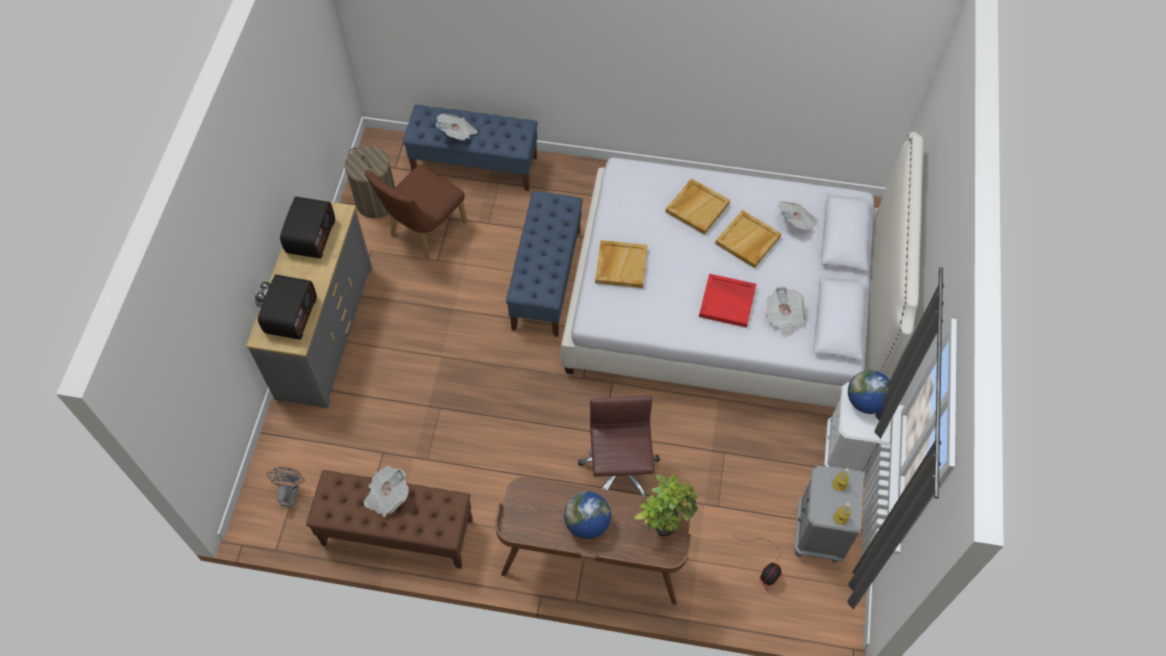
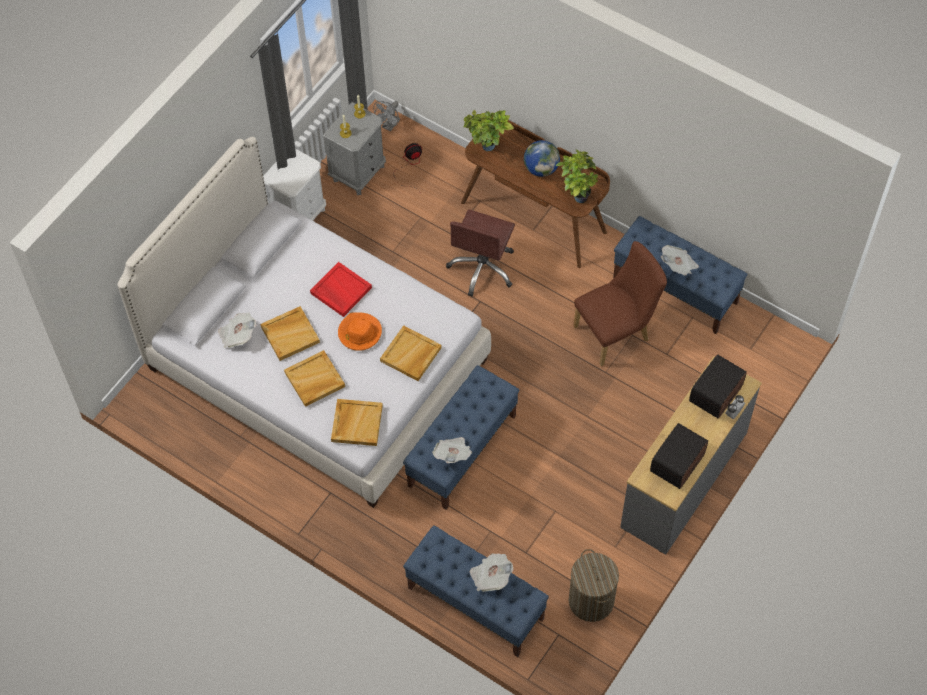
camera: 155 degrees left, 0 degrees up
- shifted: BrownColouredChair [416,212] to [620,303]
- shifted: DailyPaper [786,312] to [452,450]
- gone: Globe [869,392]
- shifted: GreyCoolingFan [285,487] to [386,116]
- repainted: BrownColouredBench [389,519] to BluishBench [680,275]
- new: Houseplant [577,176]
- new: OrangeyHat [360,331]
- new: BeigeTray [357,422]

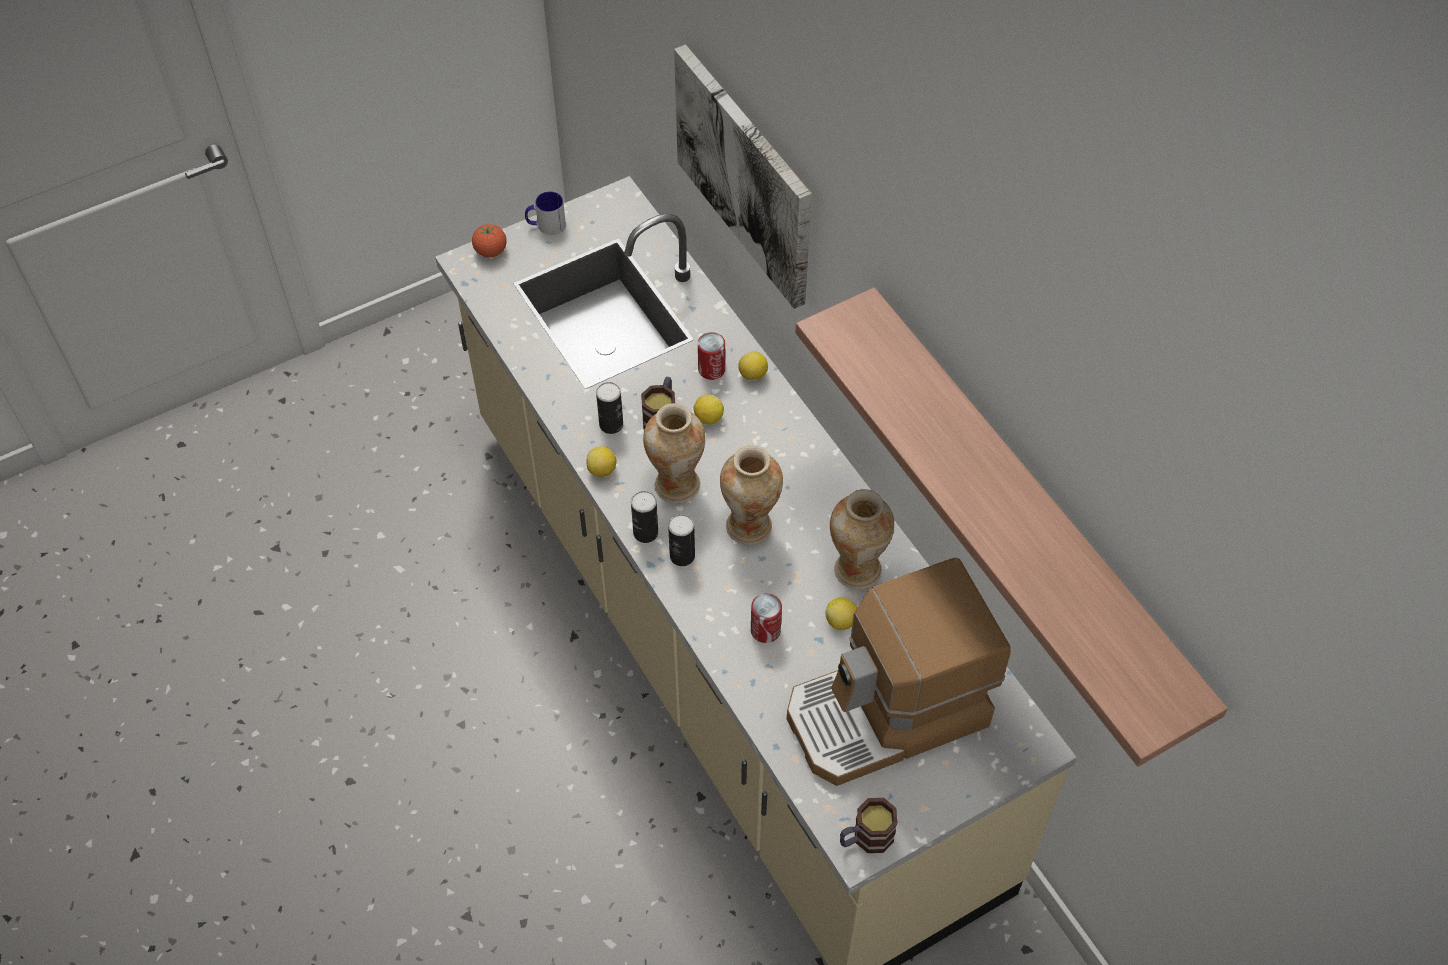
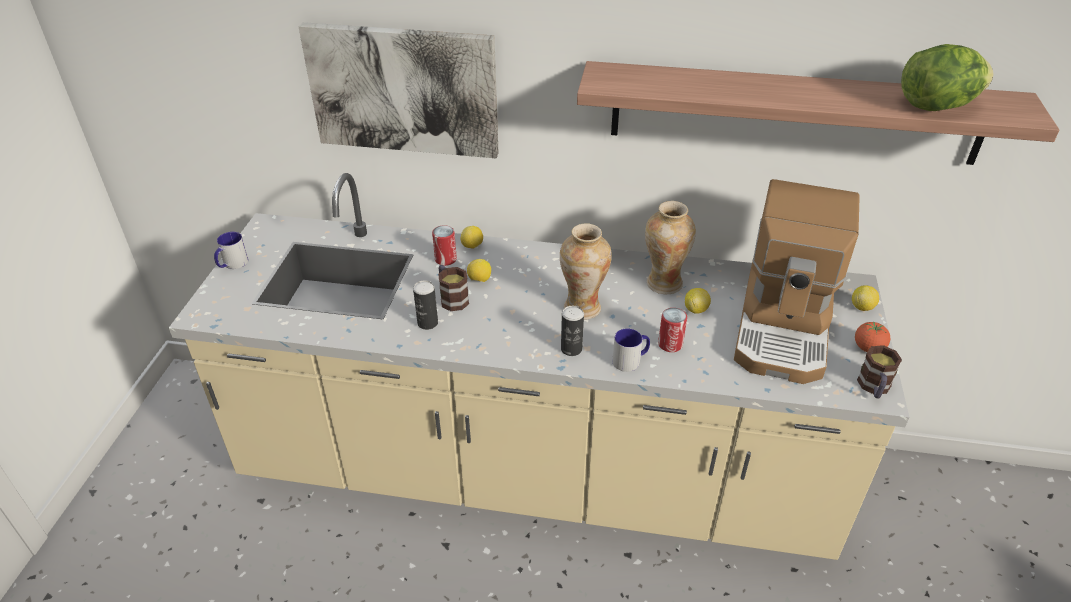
camera: 50 degrees left, 15 degrees down
- shifted: FreshTomato [489,240] to [872,336]
- gone: FlowerVase [674,453]
- shifted: Lemon [601,461] to [865,298]
- gone: Can [644,517]
- new: HeadOfLettuce [947,77]
- new: Mug [631,350]

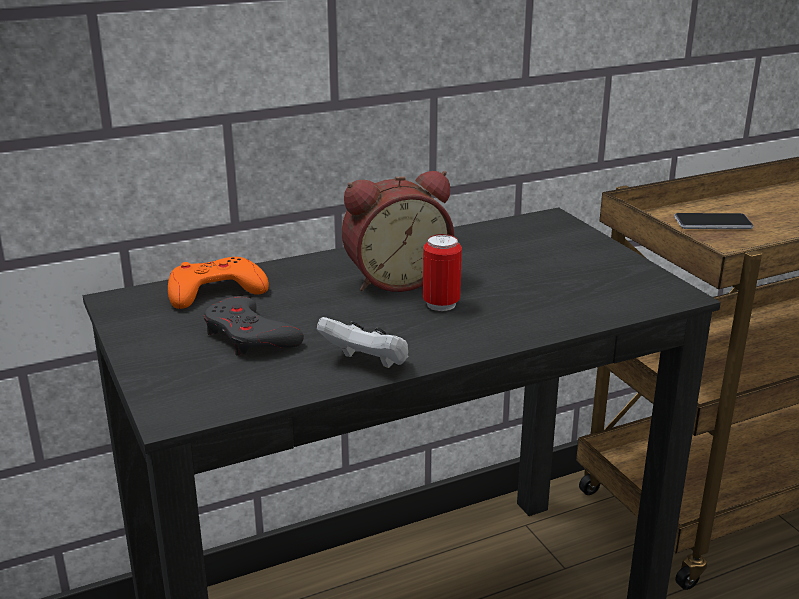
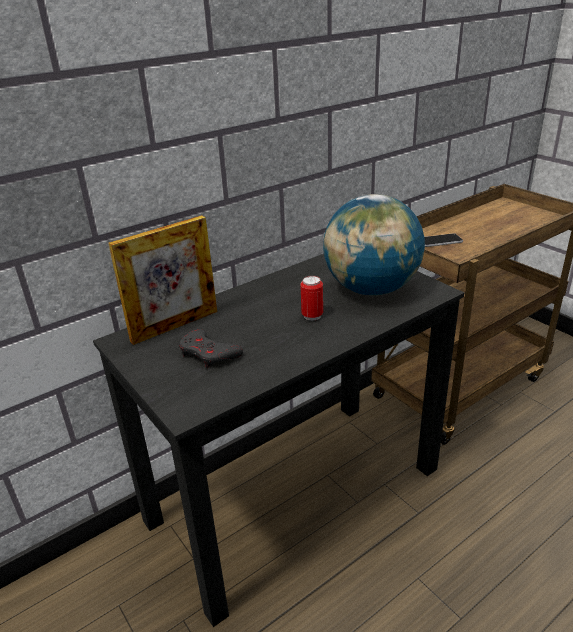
camera: 10 degrees left, 5 degrees up
- gone: BedsideClock [398,231]
- swapped: OrangeyGameController [218,283] to PictureFrame [162,280]
- gone: WhiteGameController [363,342]
- new: Globe [374,244]

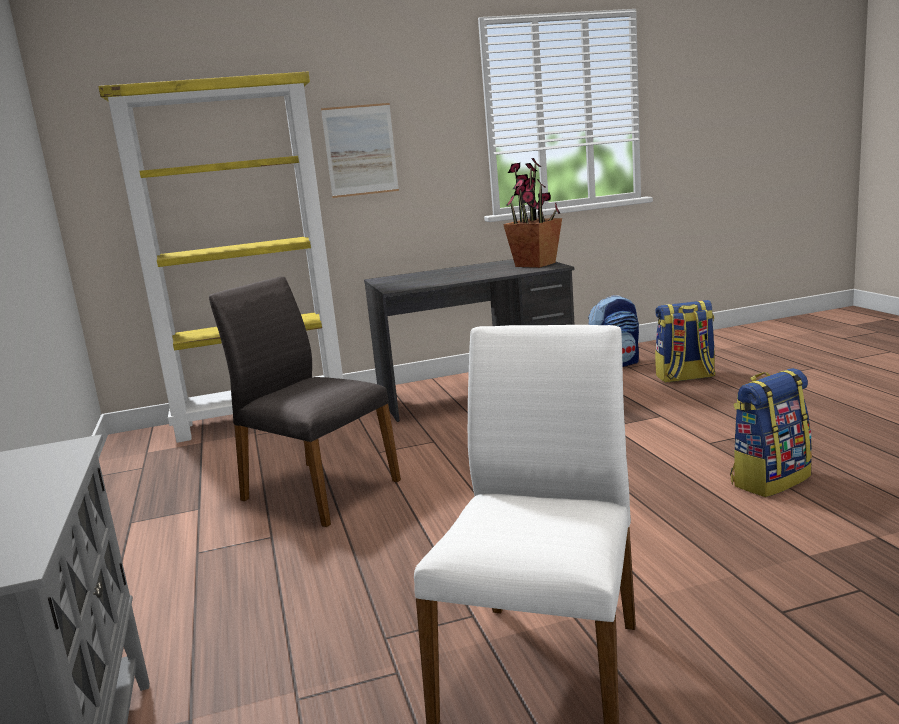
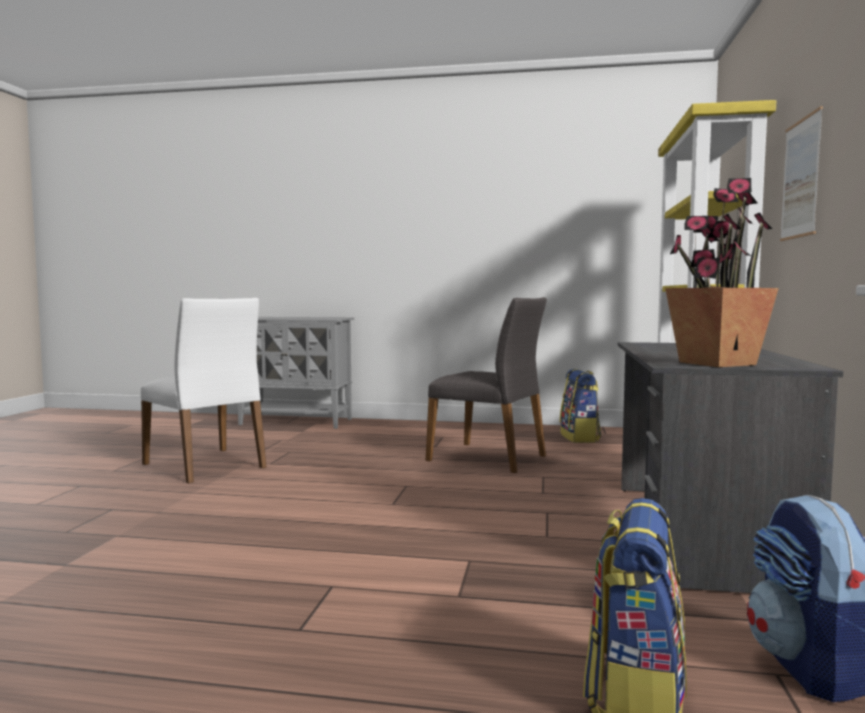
camera: 115 degrees right, 10 degrees down
- rotated: GreyChair [305,402] = [486,385] 60 degrees clockwise
- shifted: Backpack [771,432] to [580,406]

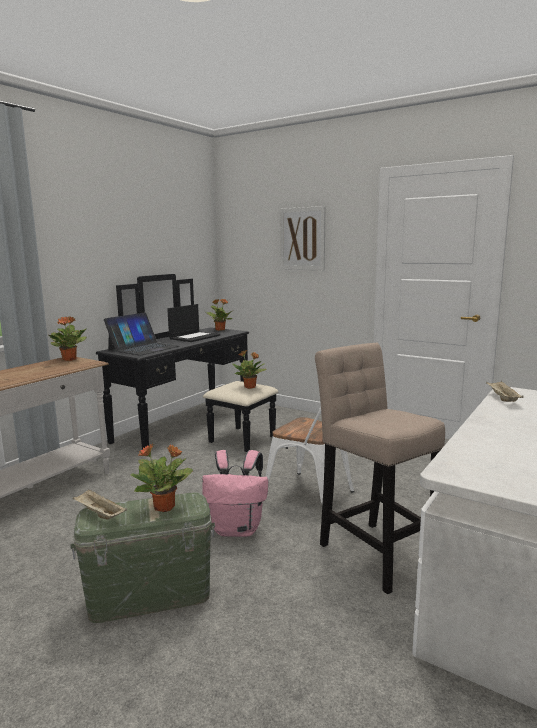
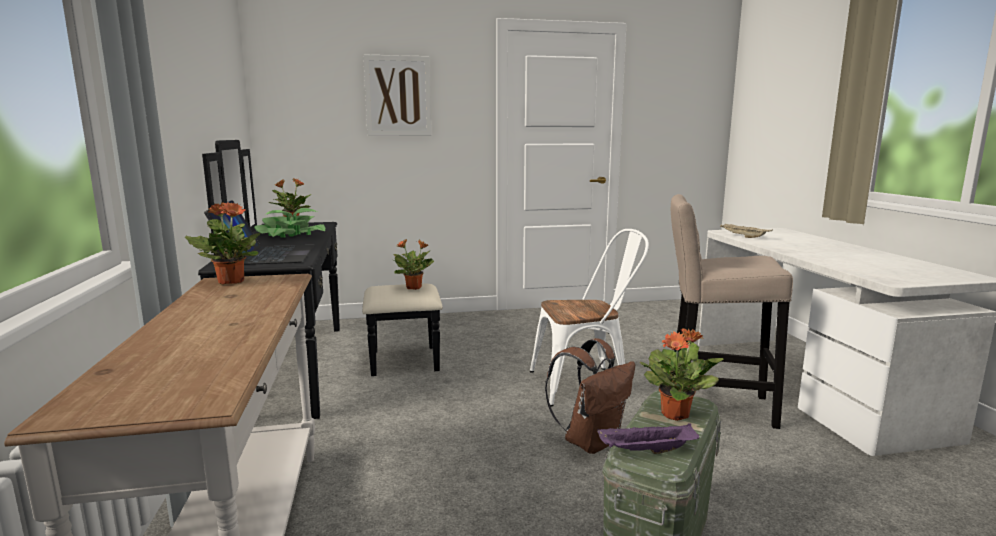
camera: 45 degrees left, 0 degrees up
- swapped: NotebookComputer [193,323] to Houseplant [289,223]
- repainted: PinkBackpack [235,493] to BrownColouredBackpack [590,396]
- repainted: BeigeTray [100,504] to PurplishTray [648,438]

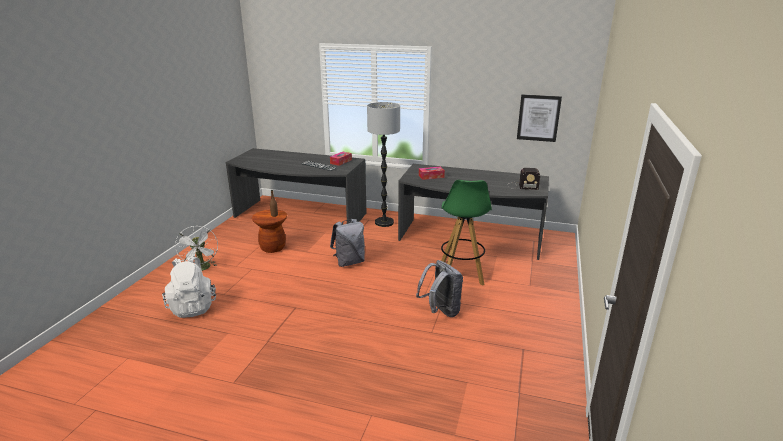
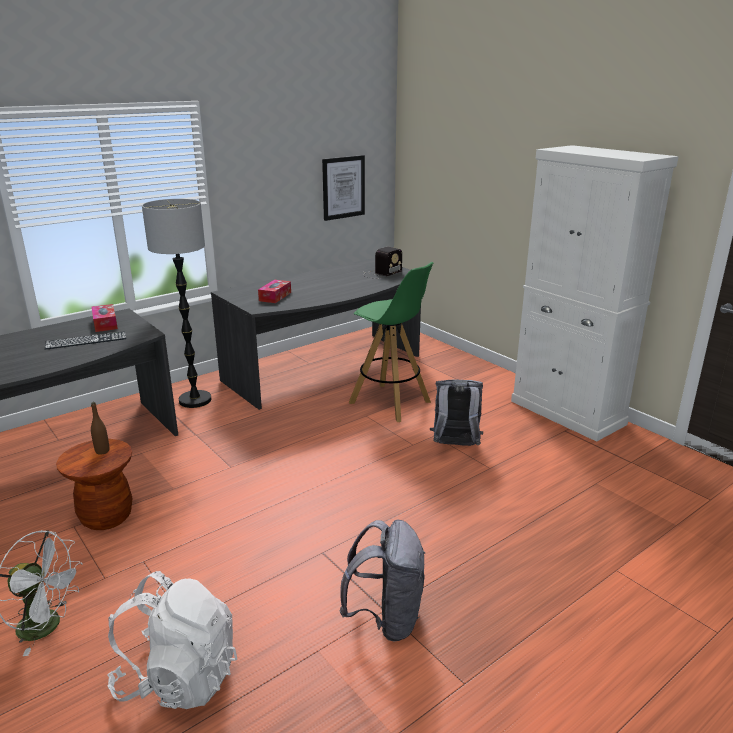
camera: 55 degrees left, 0 degrees up
- shifted: GreyBackpack [347,243] to [382,580]
- new: WhiteCabinet [595,293]

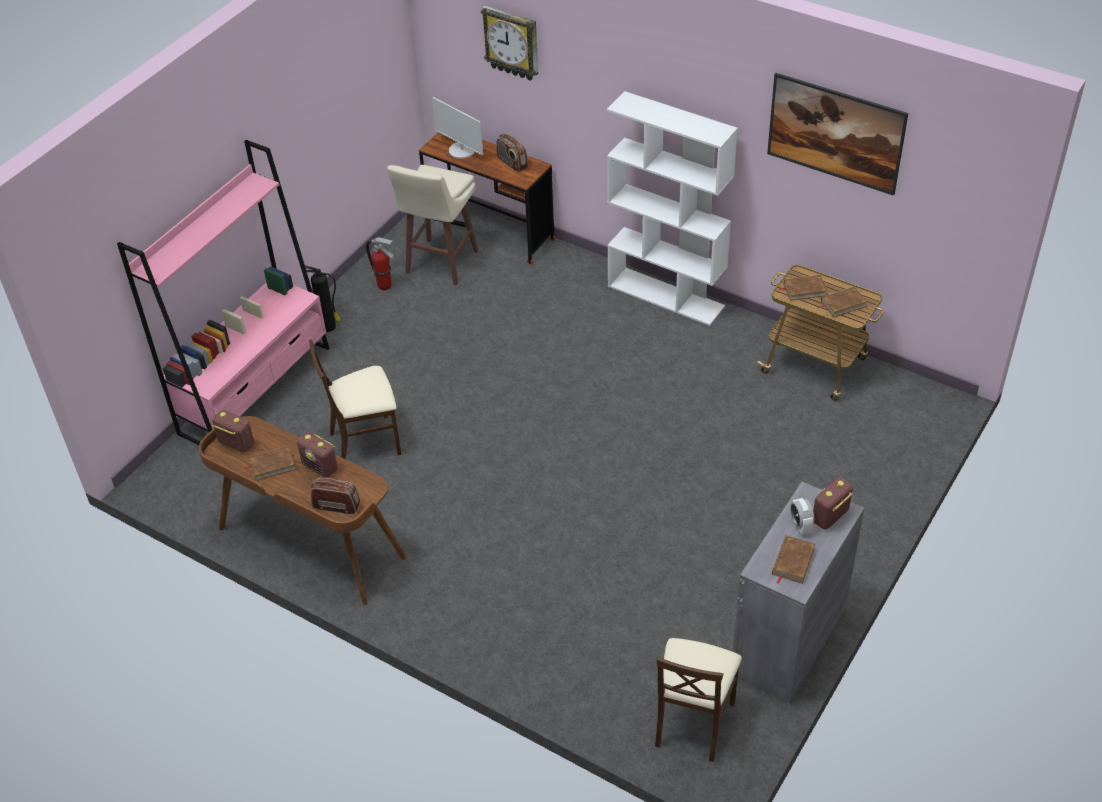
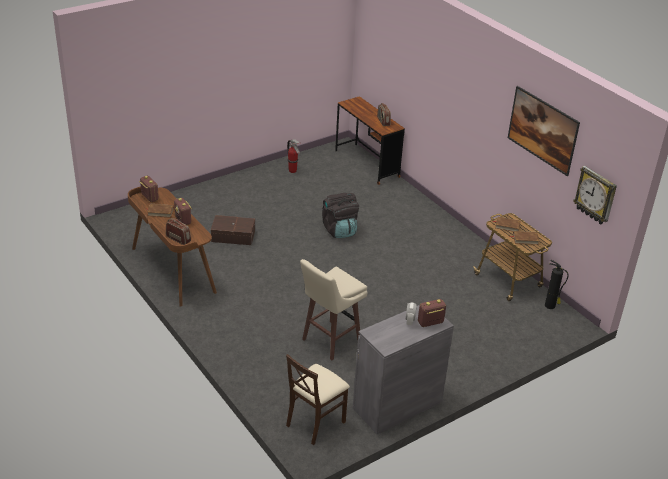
camera: 20 degrees right, 10 degrees down
- shifted: HangingClock [509,43] to [595,195]
- gone: WhiteBookcase [672,208]
- gone: Monitor [457,128]
- gone: PinkBookcase [223,292]
- shifted: BeigeSittingStool [432,225] to [334,309]
- shifted: FireExtinguisher [323,299] to [557,284]
- swapped: BeigeChair [355,399] to BrownColouredStorageContainer [233,230]
- gone: BrownColouredBoundBook [793,560]
- new: BlackColouredBackpack [340,215]

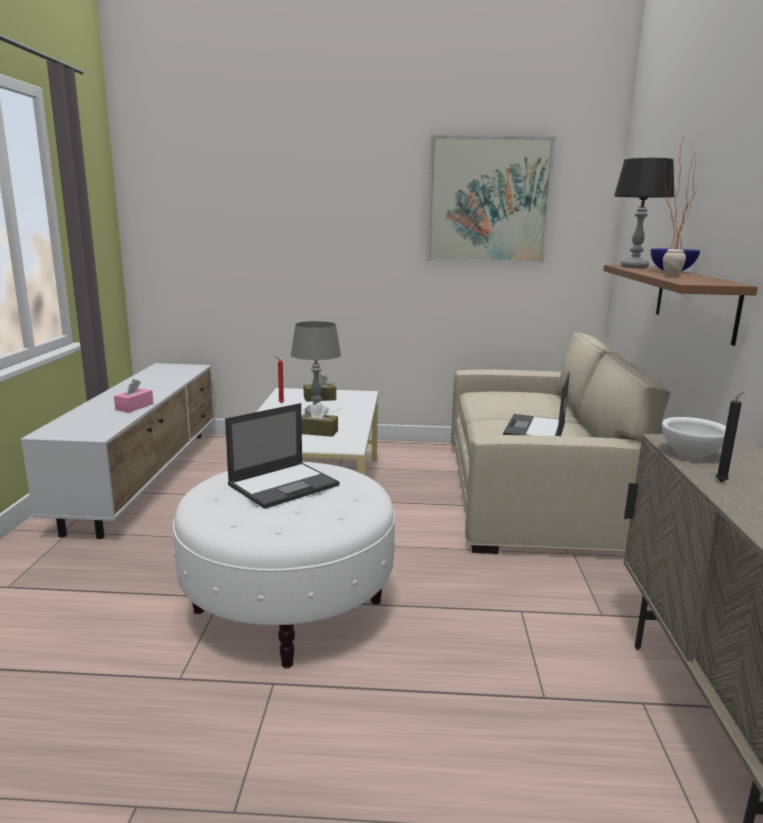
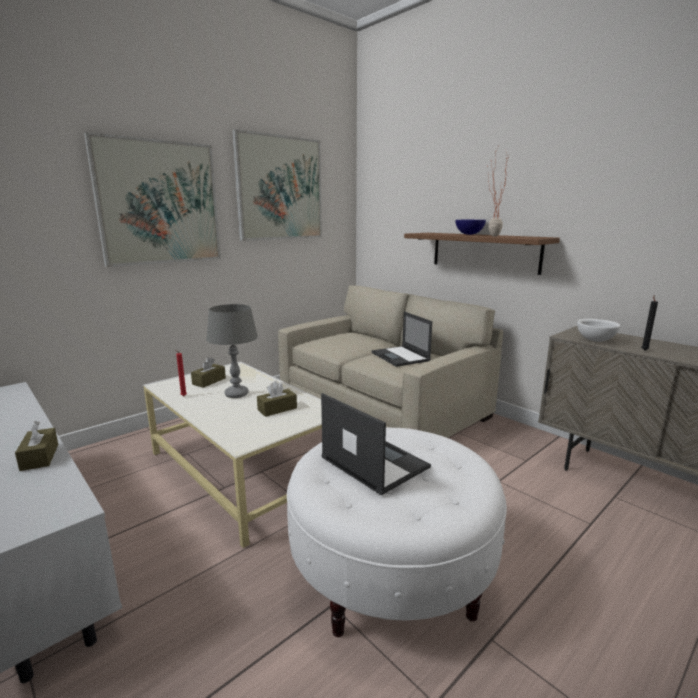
camera: 45 degrees left, 0 degrees up
- gone: BlackColouredTabletopLamp [644,213]
- repainted: PinkTissueHolder [133,396] to BrownColouredTissueHolder [36,446]
- rotated: NotebookComputer [282,456] = [376,444] 45 degrees counterclockwise
- new: WallArt [152,199]

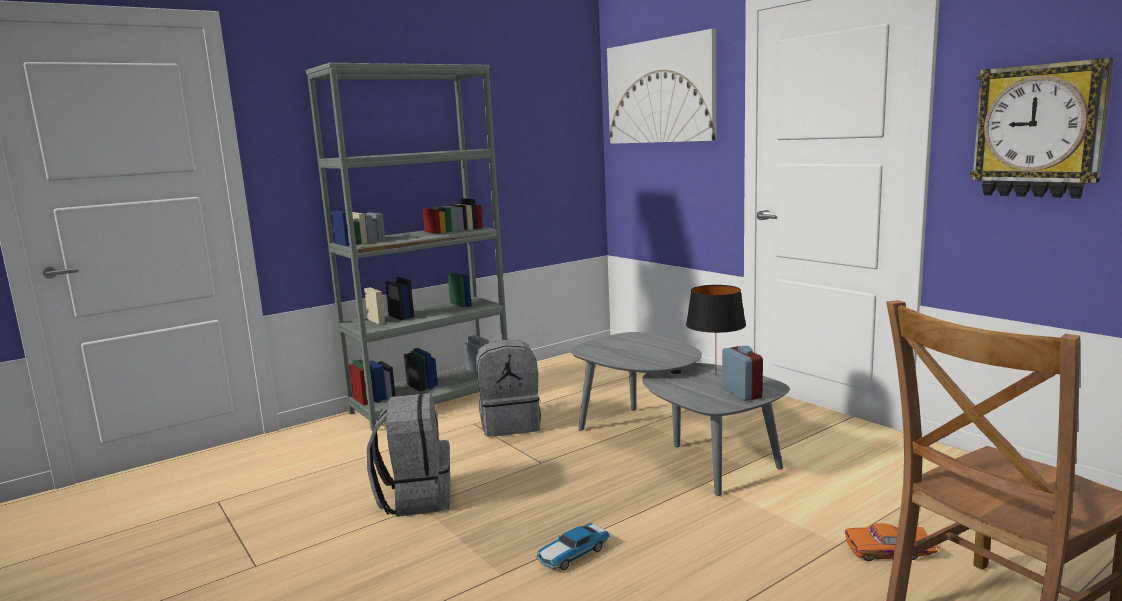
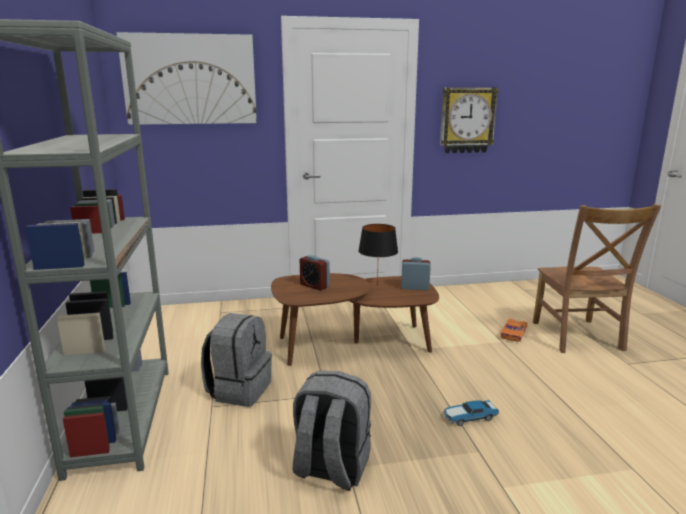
camera: 65 degrees left, 5 degrees up
- repainted: GreyLowTable [680,414] to BrownColouredLowTable [355,319]
- rotated: ToyCar [573,546] = [471,413] 90 degrees clockwise
- new: BedsideClock [315,272]

